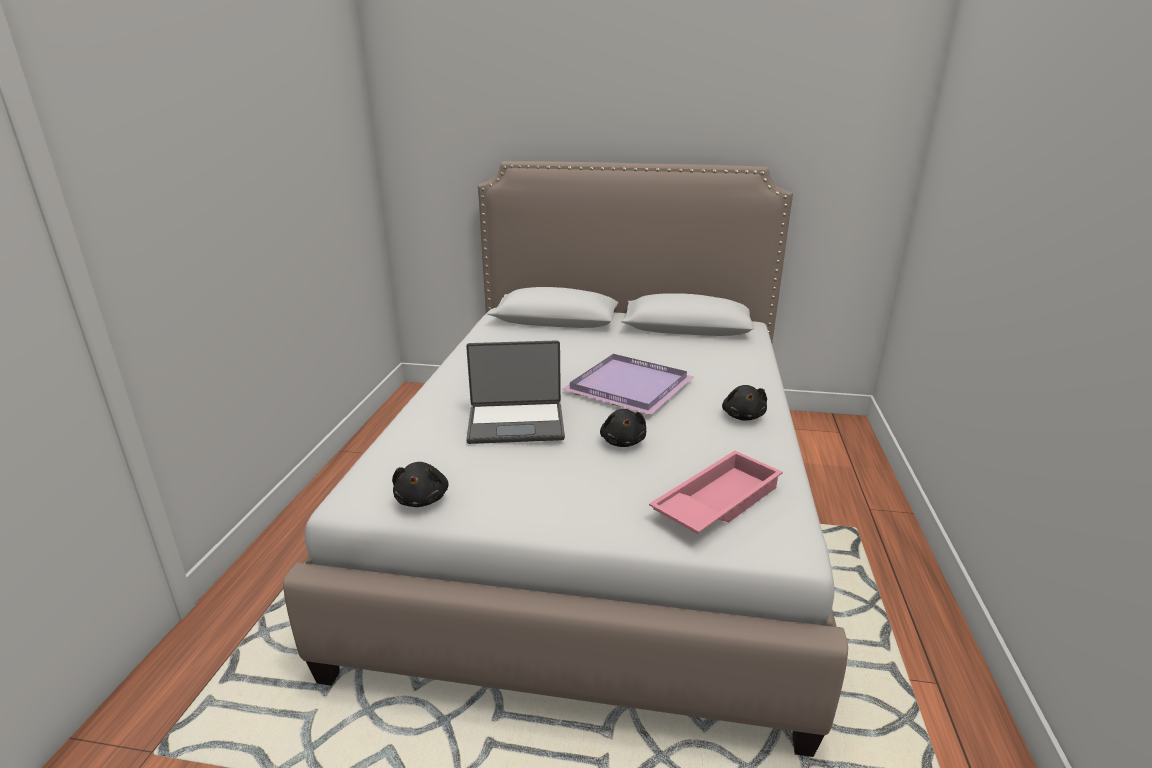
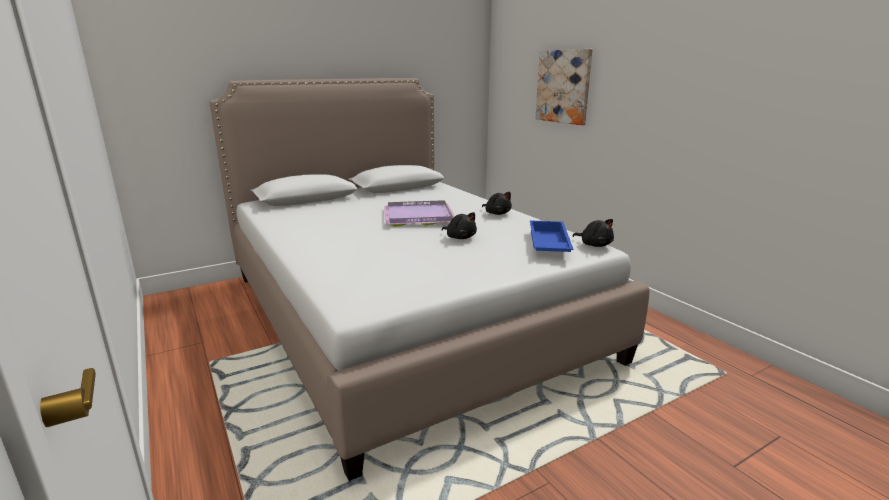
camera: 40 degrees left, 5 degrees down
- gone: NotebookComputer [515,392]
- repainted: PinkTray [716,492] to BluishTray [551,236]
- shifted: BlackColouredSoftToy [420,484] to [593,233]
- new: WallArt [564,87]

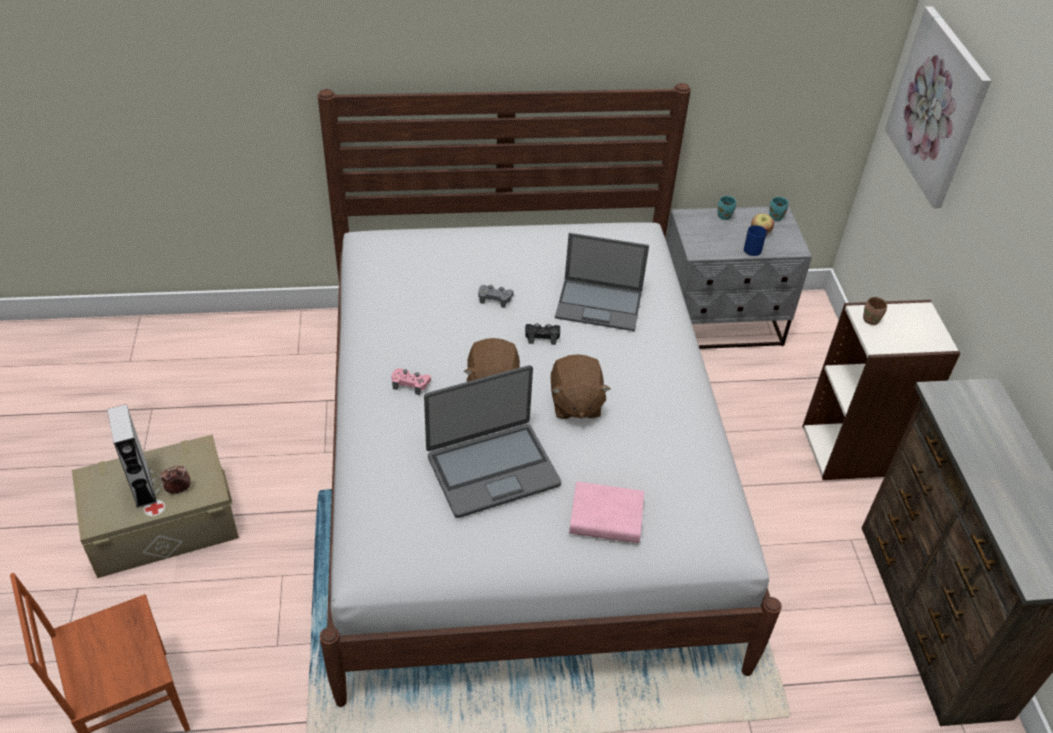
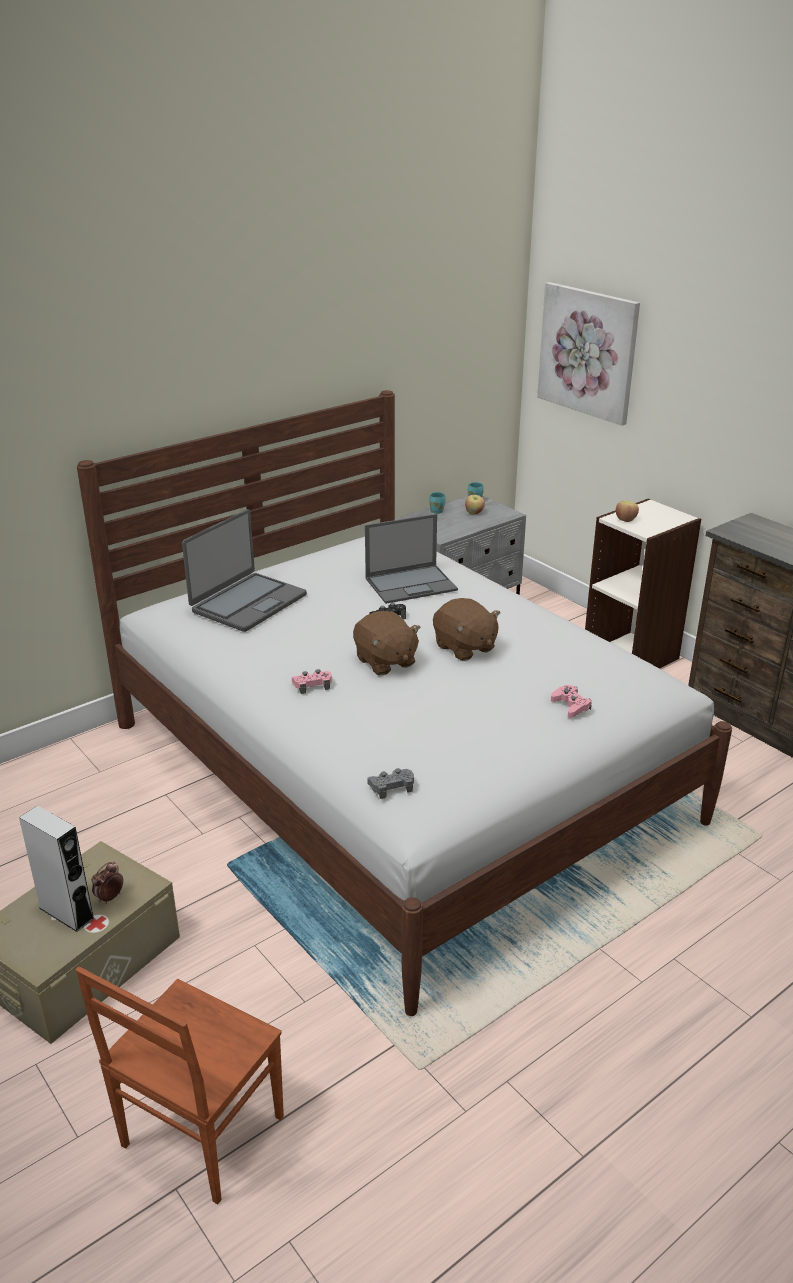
camera: 30 degrees left, 15 degrees down
- gone: BluishMug [756,240]
- shifted: GreyGameController [496,296] to [390,784]
- swapped: BrownColouredMug [875,311] to WholeApple [627,511]
- shifted: NotebookComputer [492,441] to [244,570]
- swapped: PinkBoundBook [606,512] to PinkGameController [571,701]

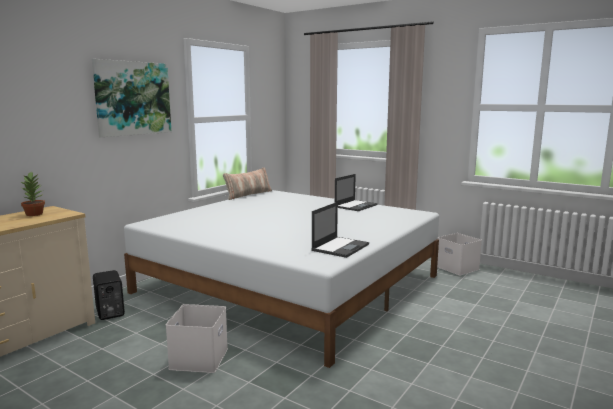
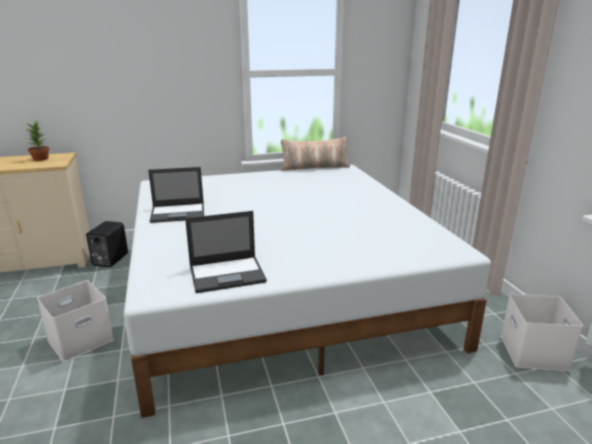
camera: 40 degrees right, 10 degrees up
- gone: WallArt [131,98]
- shifted: NotebookComputer [356,192] to [176,195]

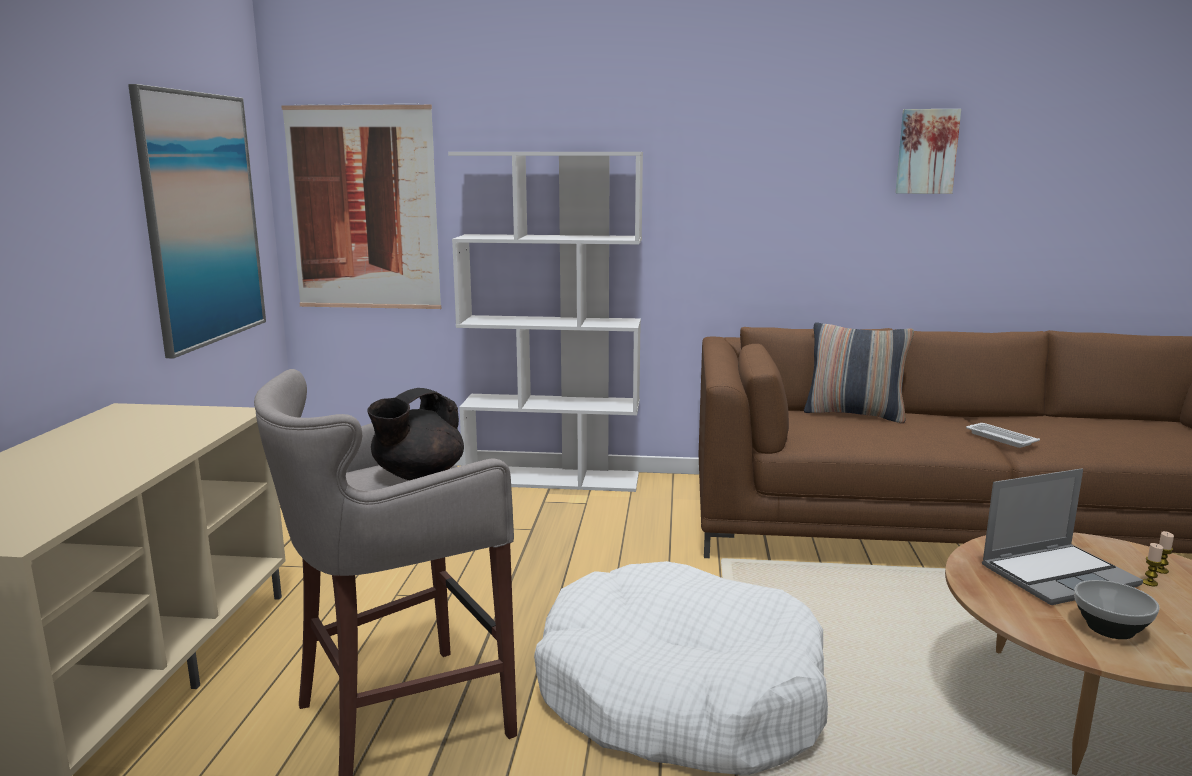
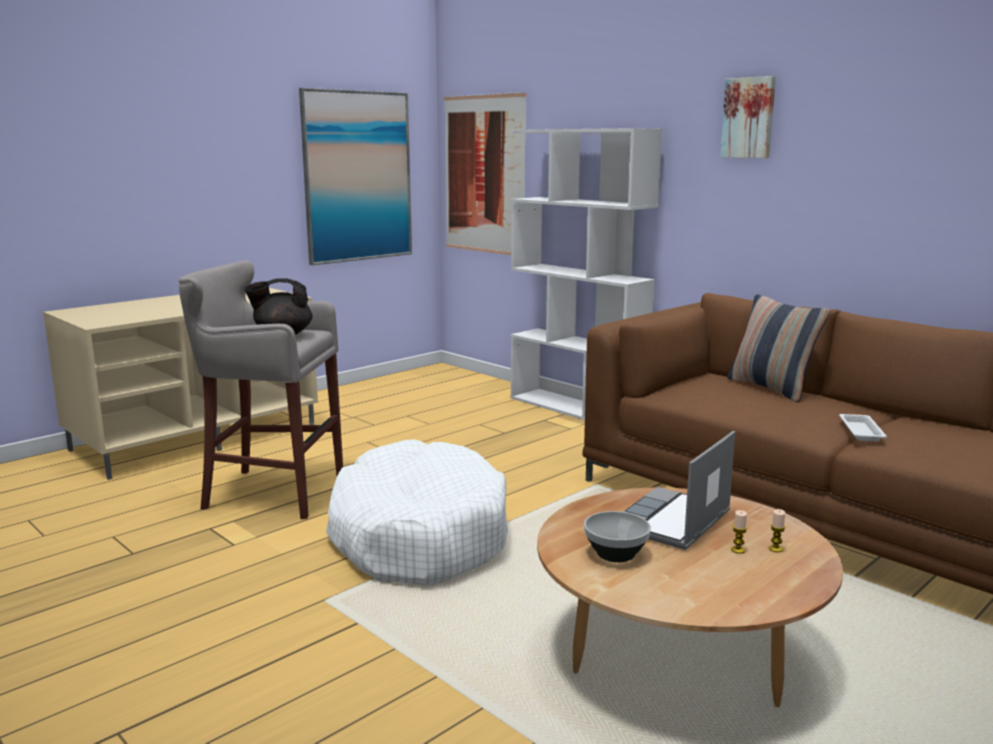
camera: 40 degrees right, 0 degrees up
- shifted: WallArt [928,151] to [748,117]
- rotated: NotebookComputer [1062,536] = [679,490] 105 degrees clockwise

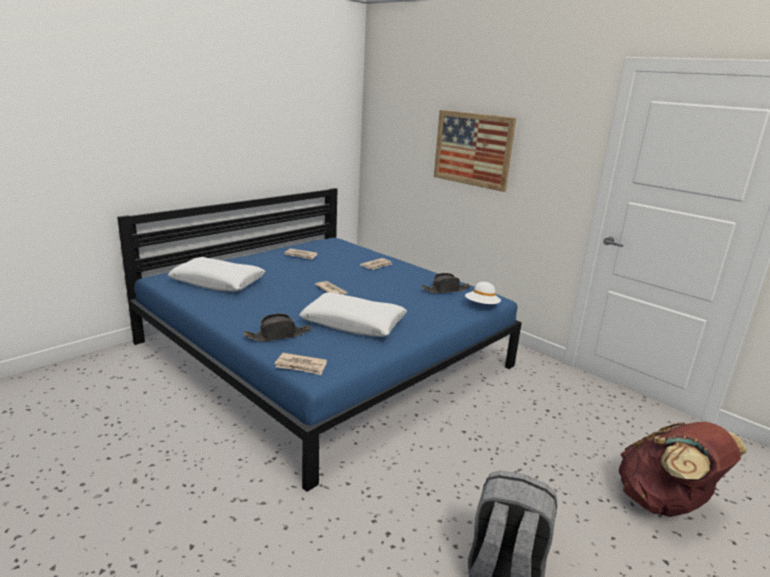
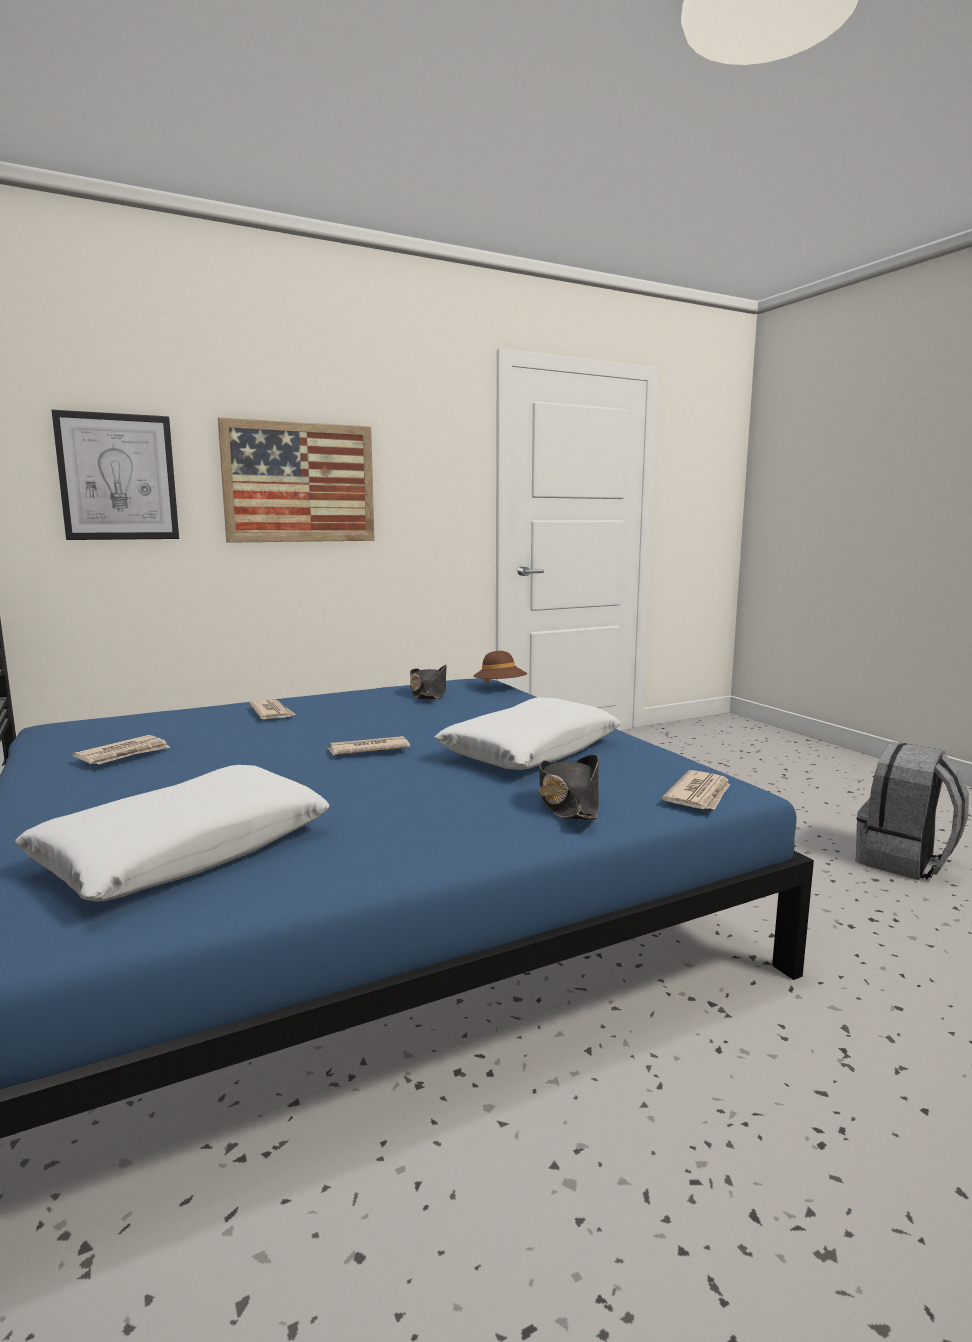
camera: 70 degrees left, 10 degrees down
- repainted: WhiteHat [483,293] to BrownColouredHat [500,667]
- gone: BrownColouredBackpack [683,469]
- new: WallArt [115,475]

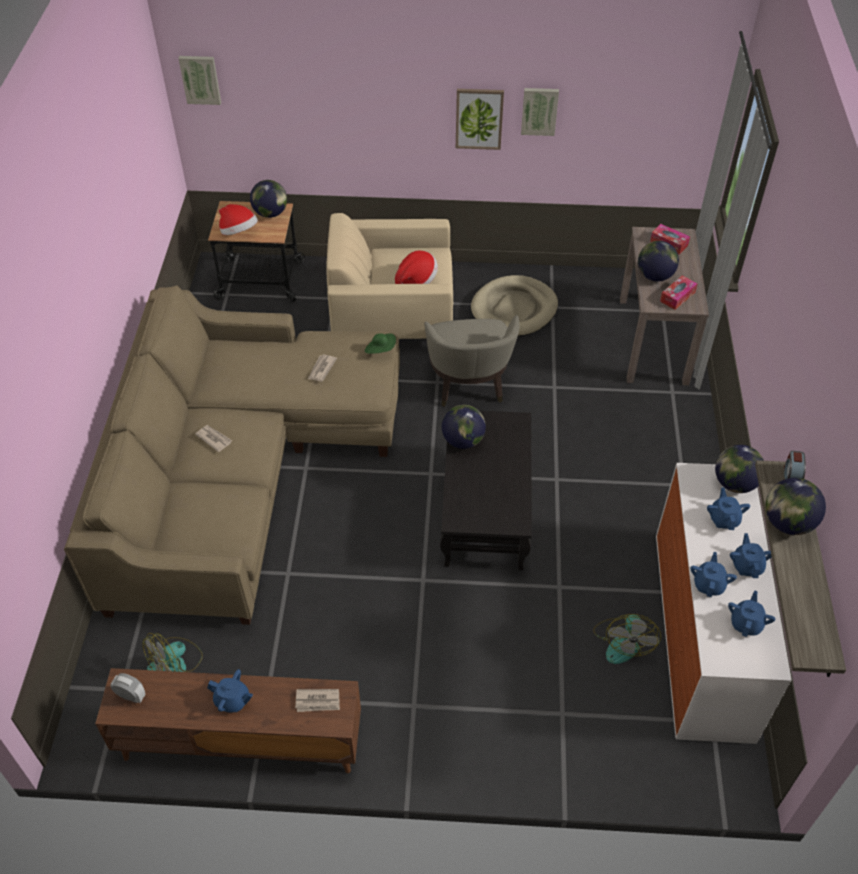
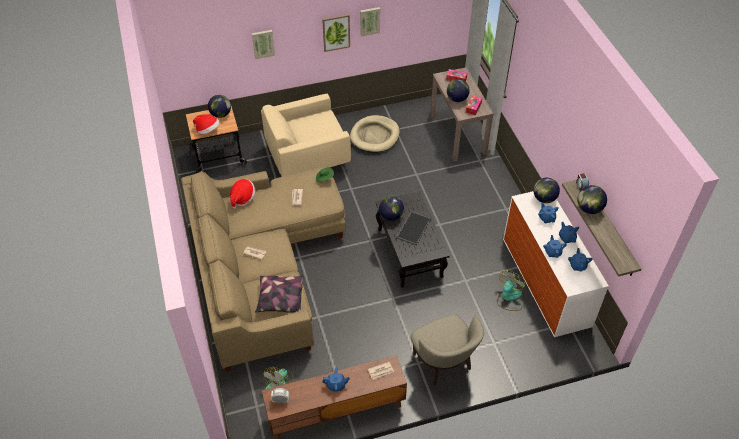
camera: 20 degrees left, 0 degrees up
- shifted: WallArt [199,80] to [263,44]
- shifted: Hat [416,267] to [242,194]
- shifted: BeigeEasyChair [471,361] to [447,349]
- rotated: CoolingFan [627,639] = [511,290] 135 degrees counterclockwise
- new: Tray [413,228]
- new: ThrowPillow [279,293]

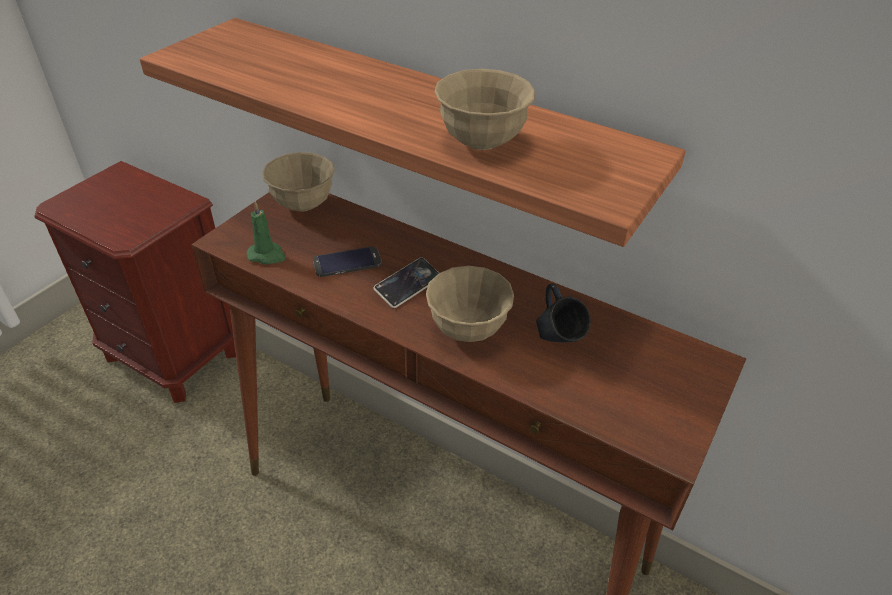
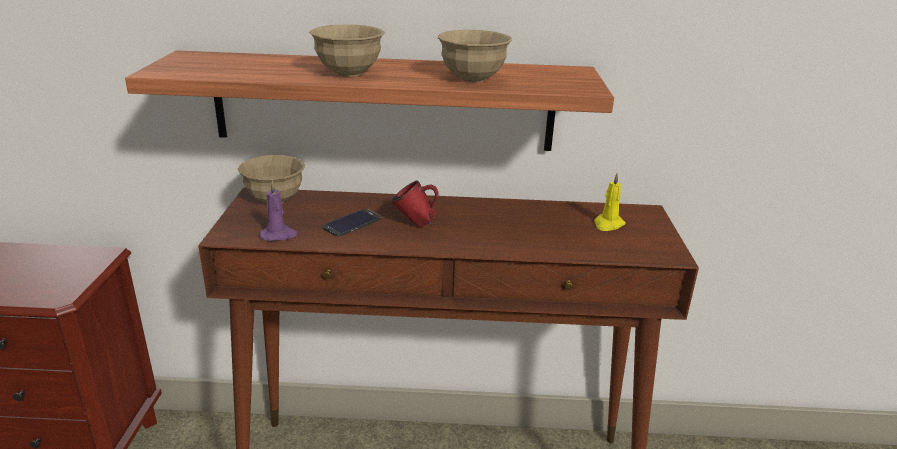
camera: 30 degrees left, 15 degrees down
- repainted: GreenishWaxCandle [266,232] to PurplishWaxCandle [279,210]
- swapped: Handset [406,282] to ReddishMug [415,204]
- shifted: BeigeDeepDish [470,304] to [347,50]
- gone: BluishMug [563,312]
- new: YellowWaxCandle [609,202]

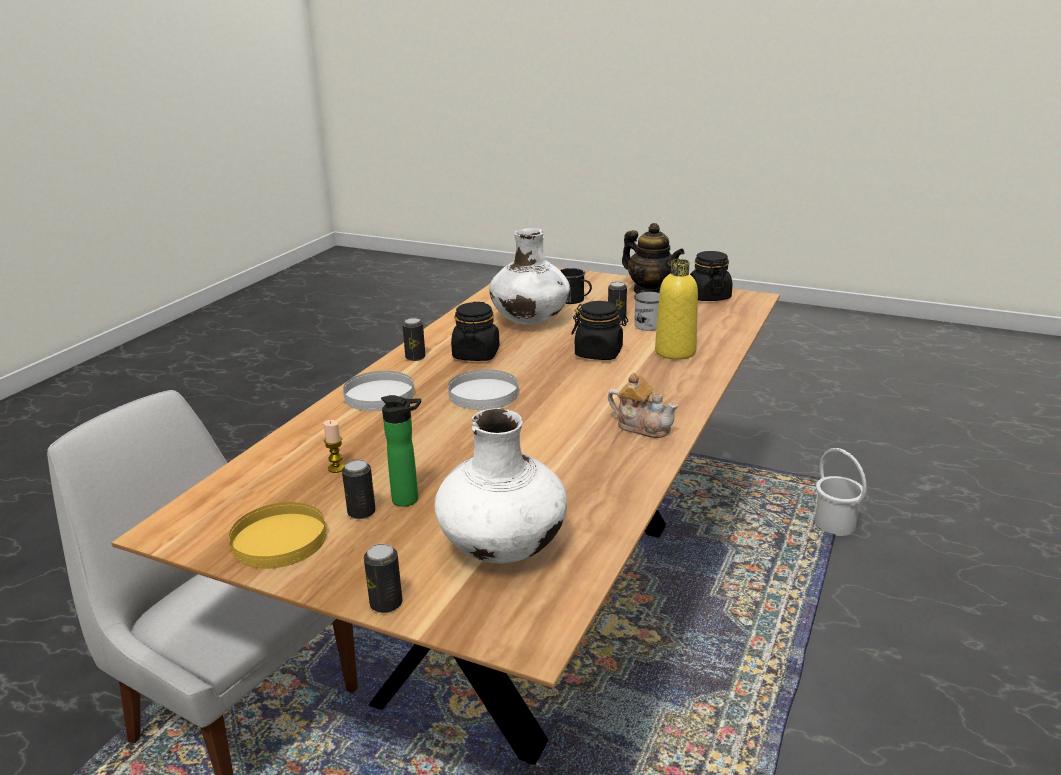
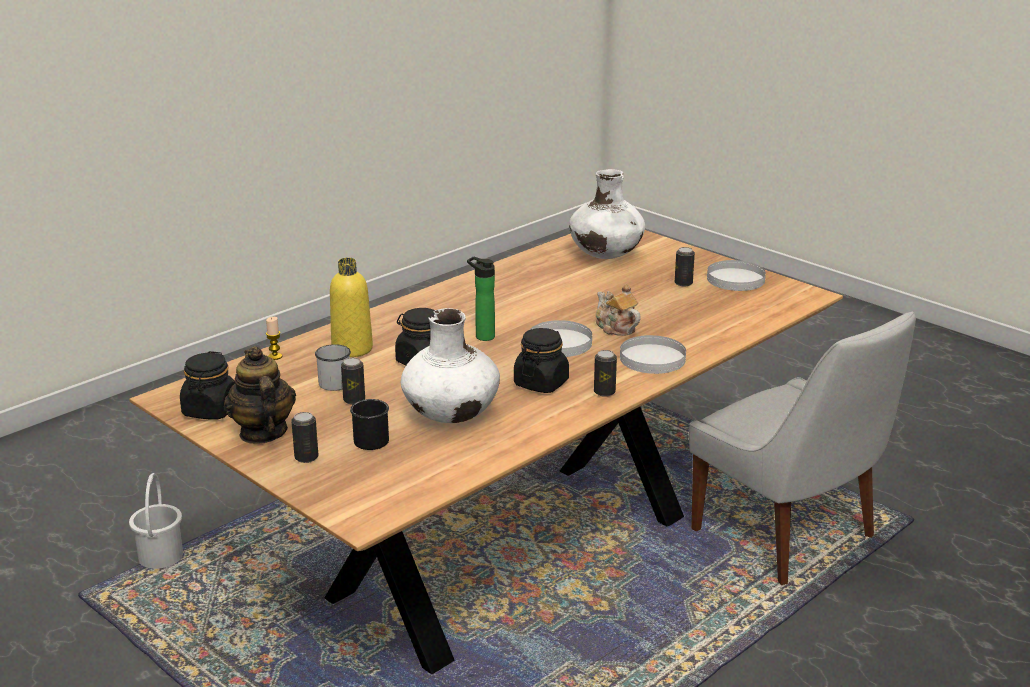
camera: 160 degrees left, 0 degrees up
- shifted: PotForTea [643,405] to [618,310]
- shifted: Bottle [401,451] to [481,299]
- shifted: WaxCandle [334,446] to [274,338]
- repainted: YellowDinnerPlate [278,535] to WhiteDinnerPlate [736,275]
- shifted: Can [383,578] to [304,437]

